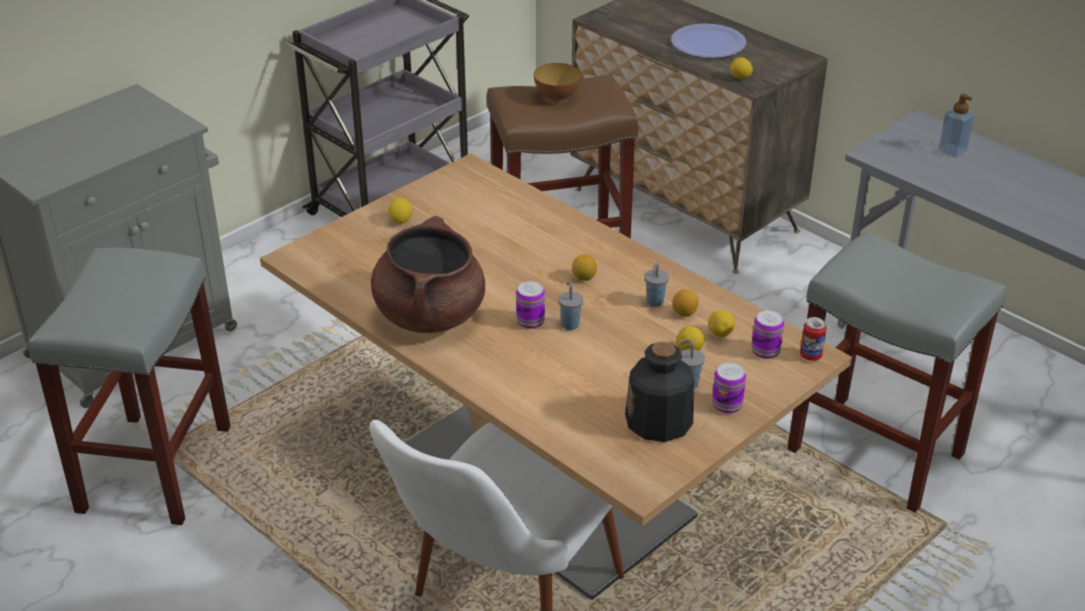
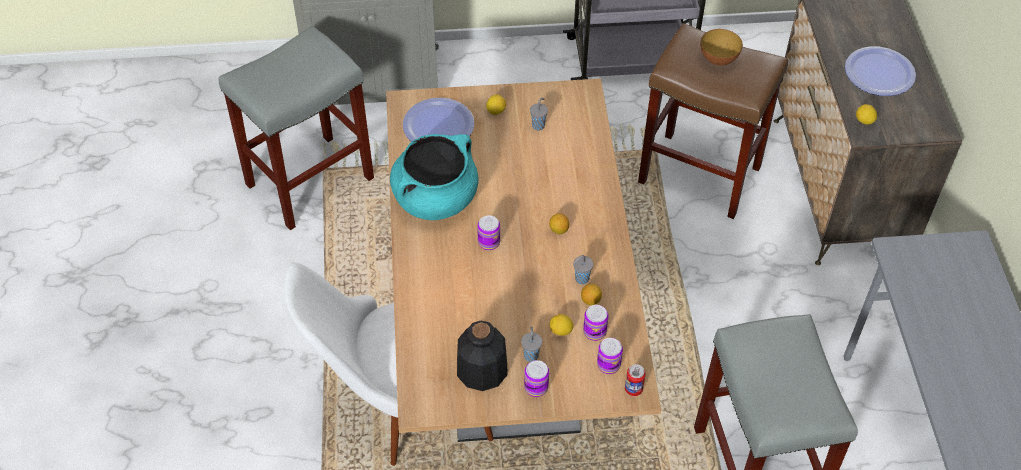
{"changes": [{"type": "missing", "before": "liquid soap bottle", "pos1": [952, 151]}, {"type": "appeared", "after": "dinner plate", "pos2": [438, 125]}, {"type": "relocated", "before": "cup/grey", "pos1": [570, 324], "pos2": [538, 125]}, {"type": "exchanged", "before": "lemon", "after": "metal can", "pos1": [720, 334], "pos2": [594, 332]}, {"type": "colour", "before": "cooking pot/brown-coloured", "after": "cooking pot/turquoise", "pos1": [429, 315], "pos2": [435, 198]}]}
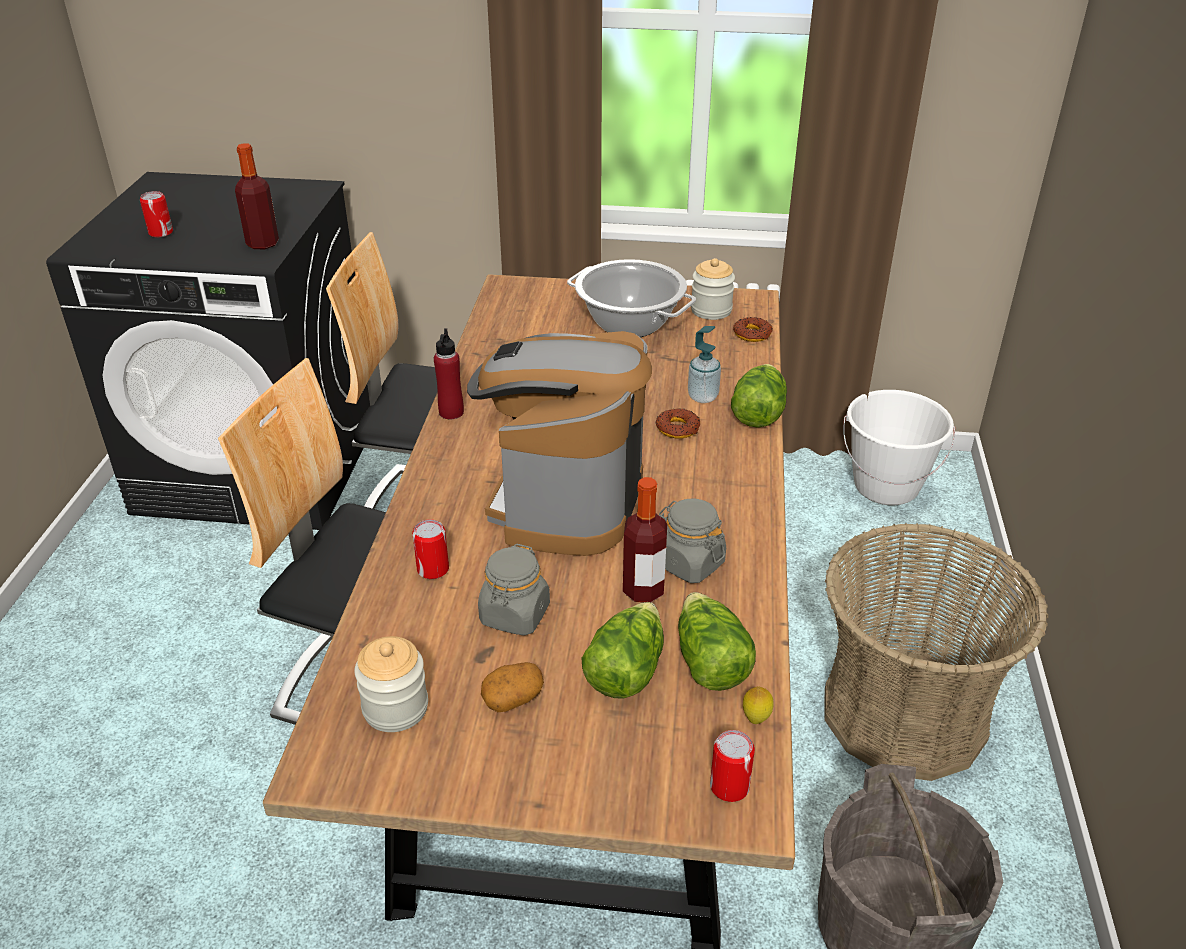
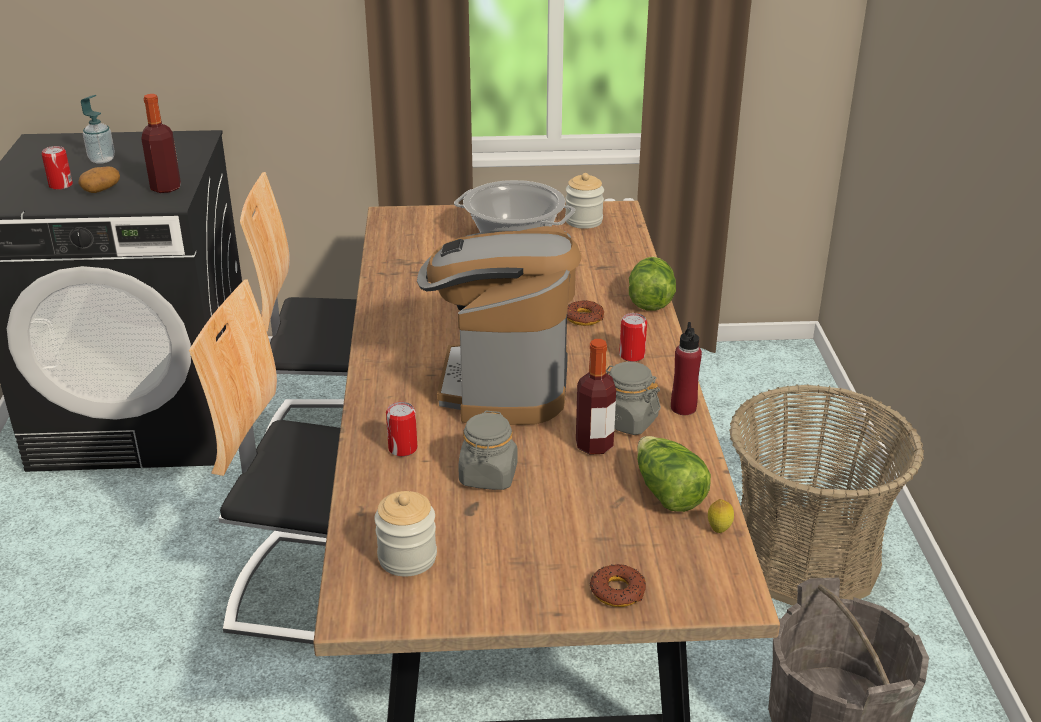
{"changes": [{"type": "missing", "before": "head of lettuce", "pos1": [625, 669]}, {"type": "missing", "before": "water bucket/white-coloured", "pos1": [886, 486]}, {"type": "relocated", "before": "drink bottle/reddish", "pos1": [451, 412], "pos2": [683, 408]}, {"type": "relocated", "before": "whole potato", "pos1": [513, 697], "pos2": [101, 189]}, {"type": "relocated", "before": "liquid soap bottle", "pos1": [702, 397], "pos2": [102, 160]}, {"type": "relocated", "before": "metal can", "pos1": [729, 787], "pos2": [632, 355]}, {"type": "relocated", "before": "doughnut", "pos1": [752, 334], "pos2": [618, 591]}]}
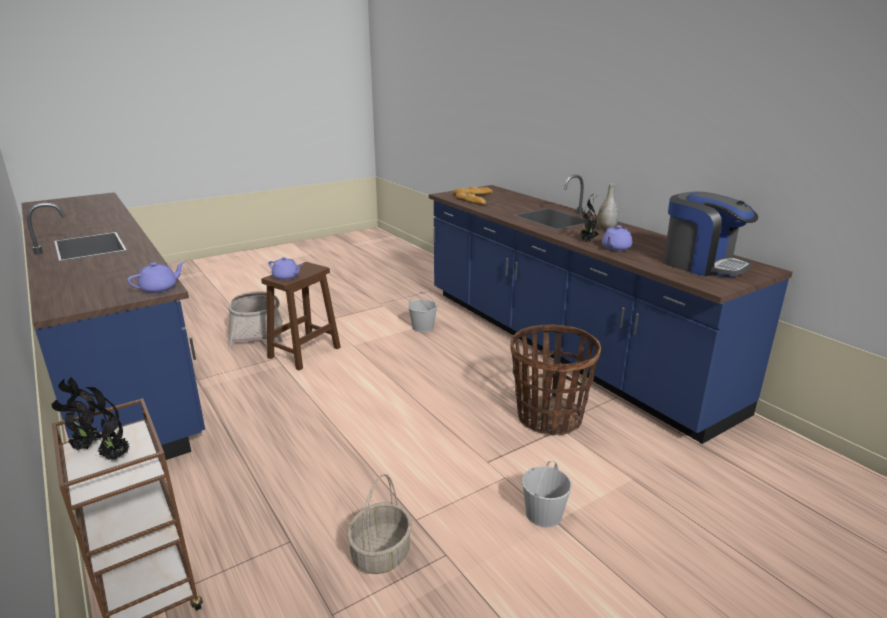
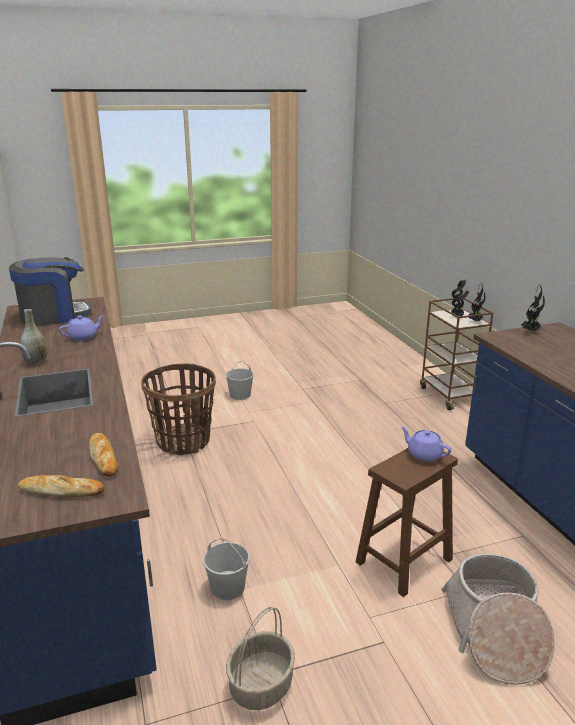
{"changes": [{"type": "missing", "before": "teapot/purplish", "pos1": [160, 288]}, {"type": "relocated", "before": "basket", "pos1": [381, 554], "pos2": [261, 685]}, {"type": "relocated", "before": "houseplant", "pos1": [587, 241], "pos2": [531, 331]}, {"type": "spun", "before": "coffee maker", "pos1": [702, 264], "pos2": [54, 316], "turn": 90}]}
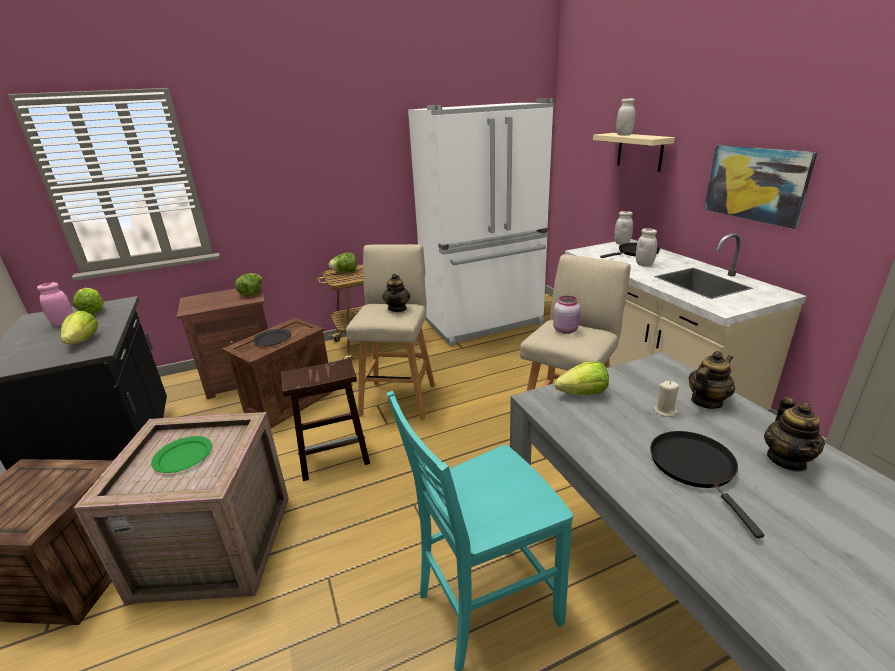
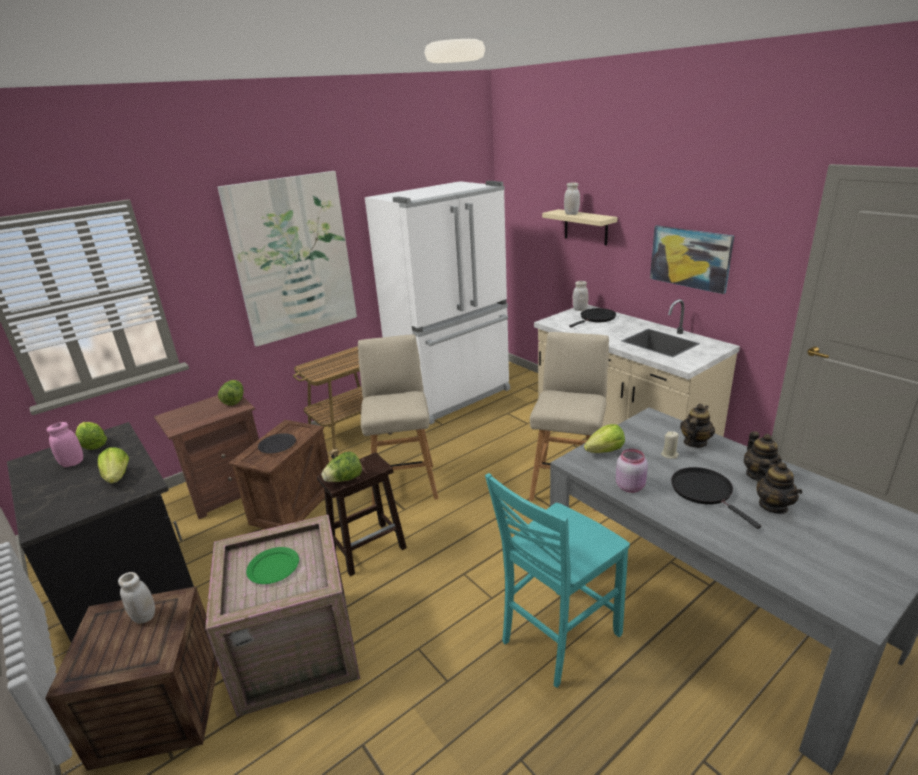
{"changes": [{"type": "appeared", "after": "wall picture", "pos2": [293, 258]}, {"type": "relocated", "before": "head of lettuce", "pos1": [345, 272], "pos2": [344, 479]}, {"type": "relocated", "before": "teapot", "pos1": [397, 308], "pos2": [773, 506]}, {"type": "relocated", "before": "jar/pink-coloured", "pos1": [566, 330], "pos2": [630, 486]}, {"type": "relocated", "before": "jar/white-coloured", "pos1": [644, 264], "pos2": [144, 616]}]}
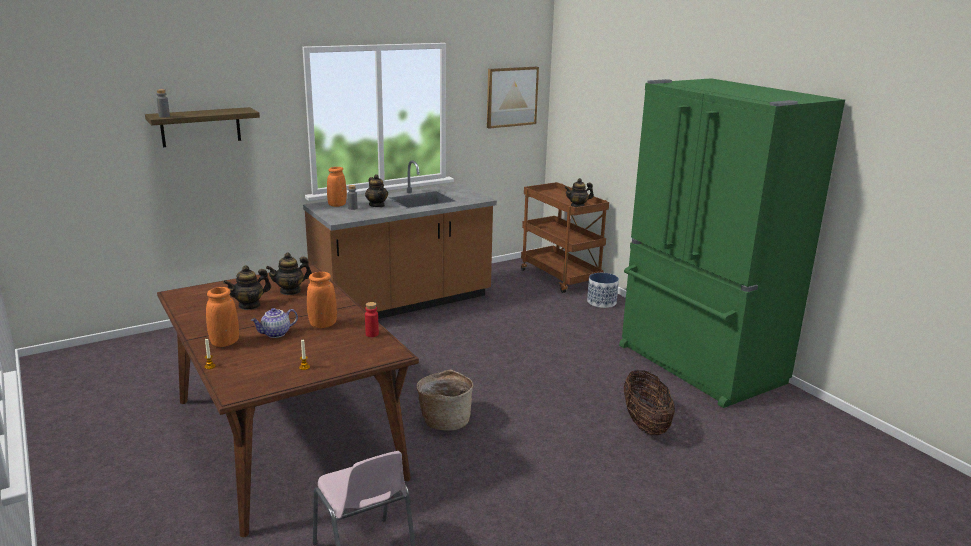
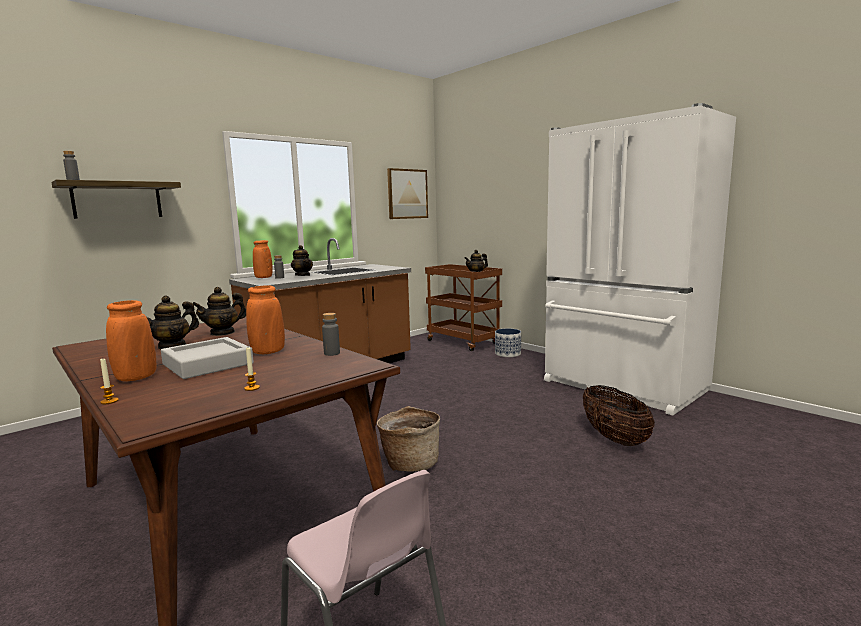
{"changes": [{"type": "exchanged", "before": "teapot", "after": "tray/grey", "pos1": [276, 334], "pos2": [208, 364]}, {"type": "colour", "before": "drink bottle/reddish", "after": "drink bottle/grey", "pos1": [372, 334], "pos2": [332, 353]}, {"type": "colour", "before": "refrigerator/greenish", "after": "refrigerator/white-coloured", "pos1": [698, 365], "pos2": [622, 387]}]}
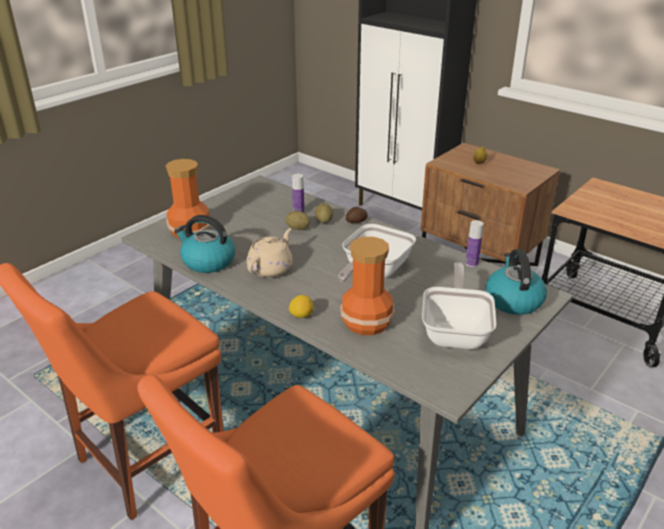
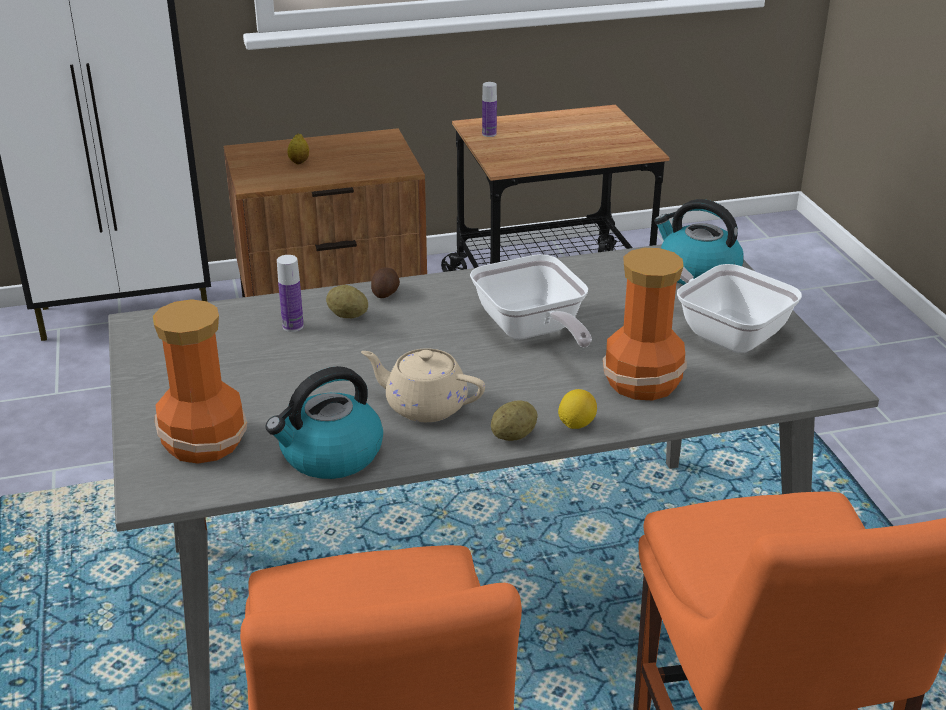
{"changes": [{"type": "relocated", "before": "whole potato", "pos1": [298, 228], "pos2": [513, 436]}, {"type": "relocated", "before": "drink bottle", "pos1": [471, 263], "pos2": [489, 134]}, {"type": "spun", "before": "teapot/beige", "pos1": [271, 268], "pos2": [424, 406], "turn": -45}]}
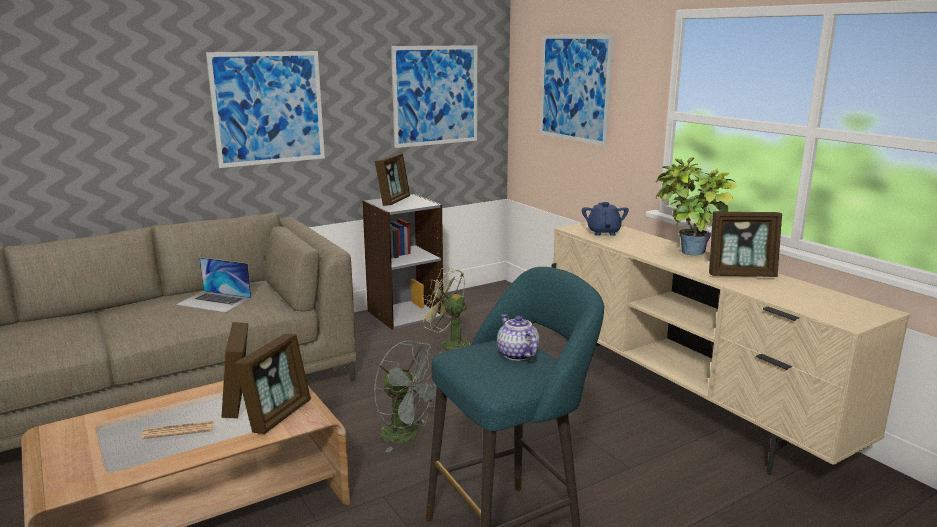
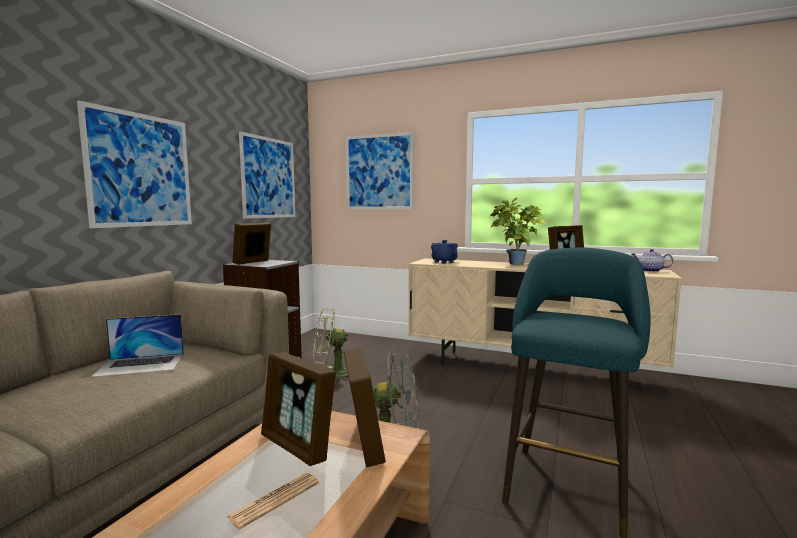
{"changes": [{"type": "relocated", "before": "teapot", "pos1": [516, 354], "pos2": [650, 271]}, {"type": "spun", "before": "picture frame", "pos1": [393, 201], "pos2": [253, 262], "turn": -135}]}
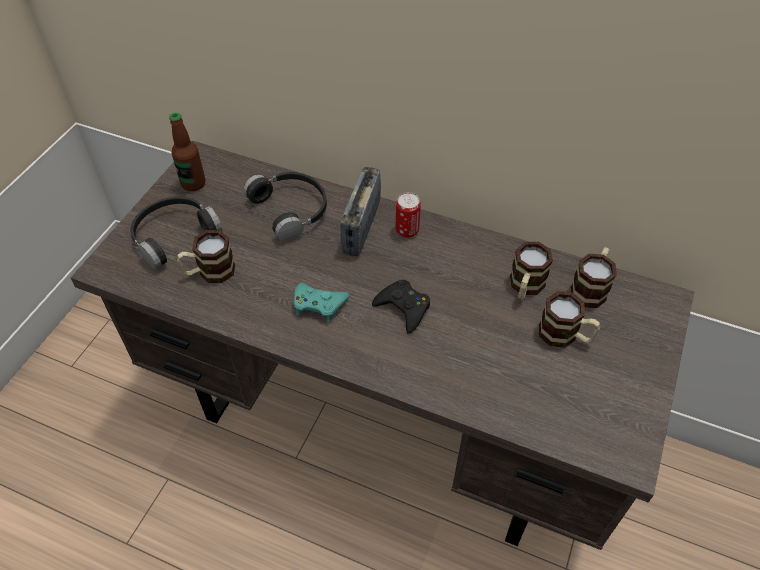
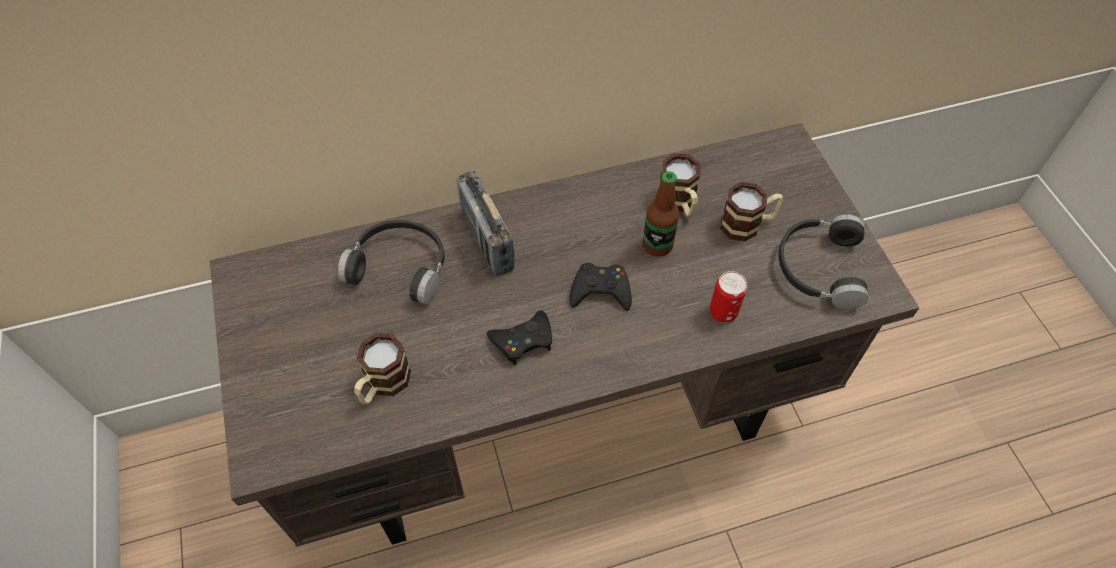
{"changes": [{"type": "missing", "before": "mug", "pos1": [590, 288]}, {"type": "relocated", "before": "headphones/blackish", "pos1": [173, 235], "pos2": [817, 267]}, {"type": "relocated", "before": "drink bottle", "pos1": [193, 183], "pos2": [657, 245]}, {"type": "relocated", "before": "metal can", "pos1": [407, 230], "pos2": [723, 312]}, {"type": "colour", "before": "gamepad/turquoise", "after": "gamepad/blackish", "pos1": [319, 304], "pos2": [523, 340]}]}
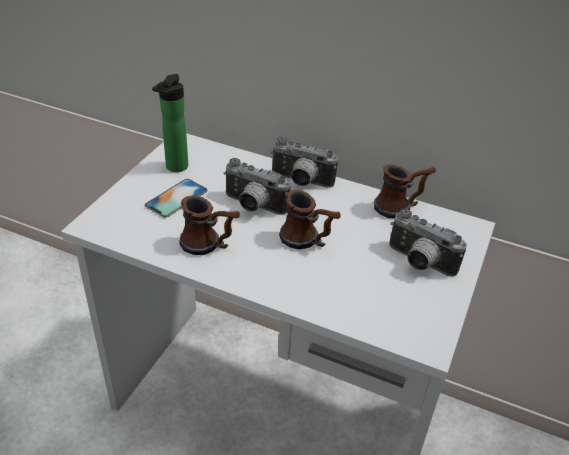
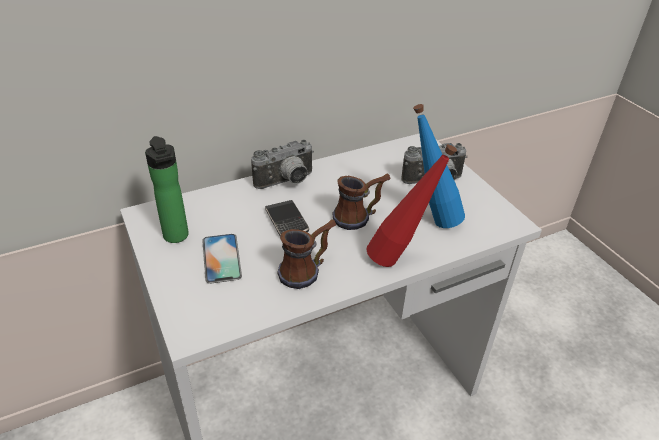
{"changes": [{"type": "missing", "before": "mug", "pos1": [400, 207]}, {"type": "appeared", "after": "drink bottle/reddish", "pos2": [400, 259]}, {"type": "appeared", "after": "drink bottle/blue-coloured", "pos2": [430, 219]}, {"type": "exchanged", "before": "still camera", "after": "handset", "pos1": [252, 206], "pos2": [286, 222]}]}
